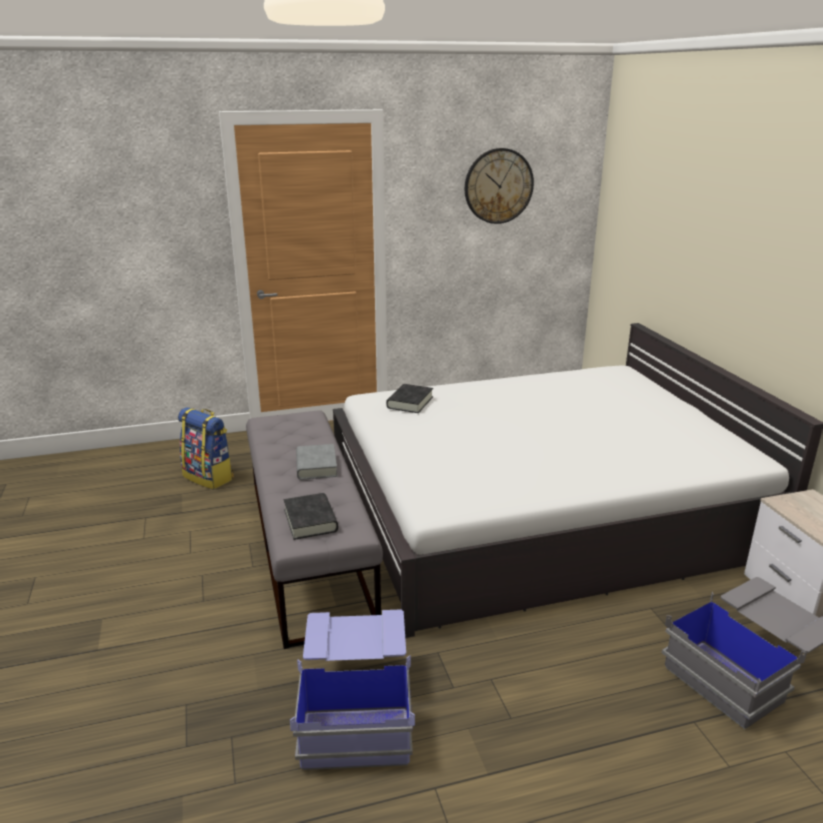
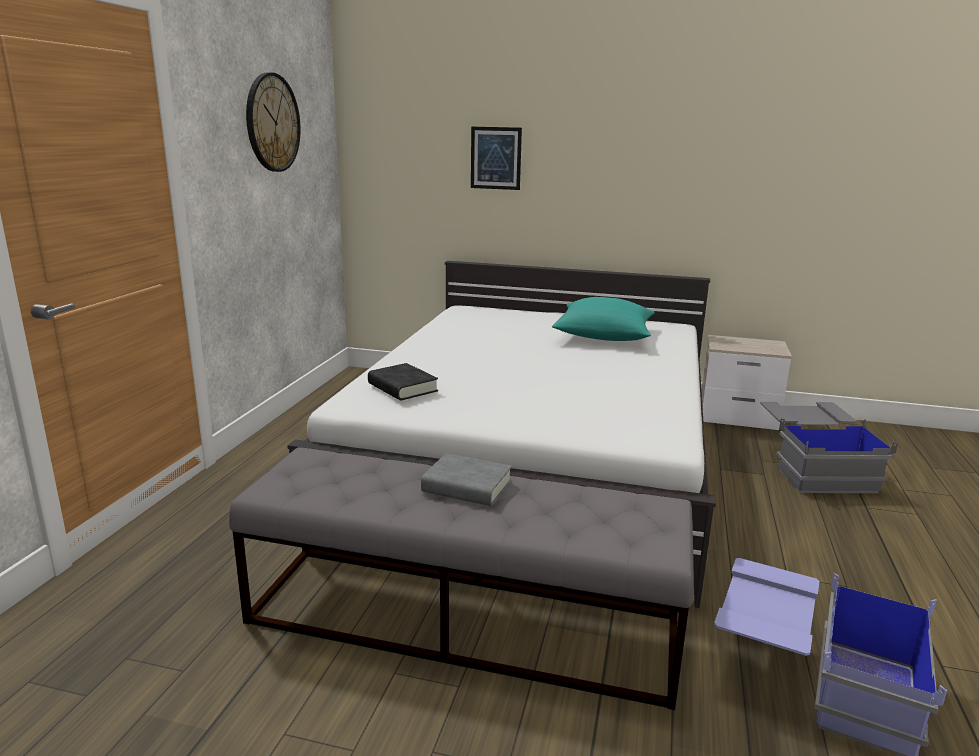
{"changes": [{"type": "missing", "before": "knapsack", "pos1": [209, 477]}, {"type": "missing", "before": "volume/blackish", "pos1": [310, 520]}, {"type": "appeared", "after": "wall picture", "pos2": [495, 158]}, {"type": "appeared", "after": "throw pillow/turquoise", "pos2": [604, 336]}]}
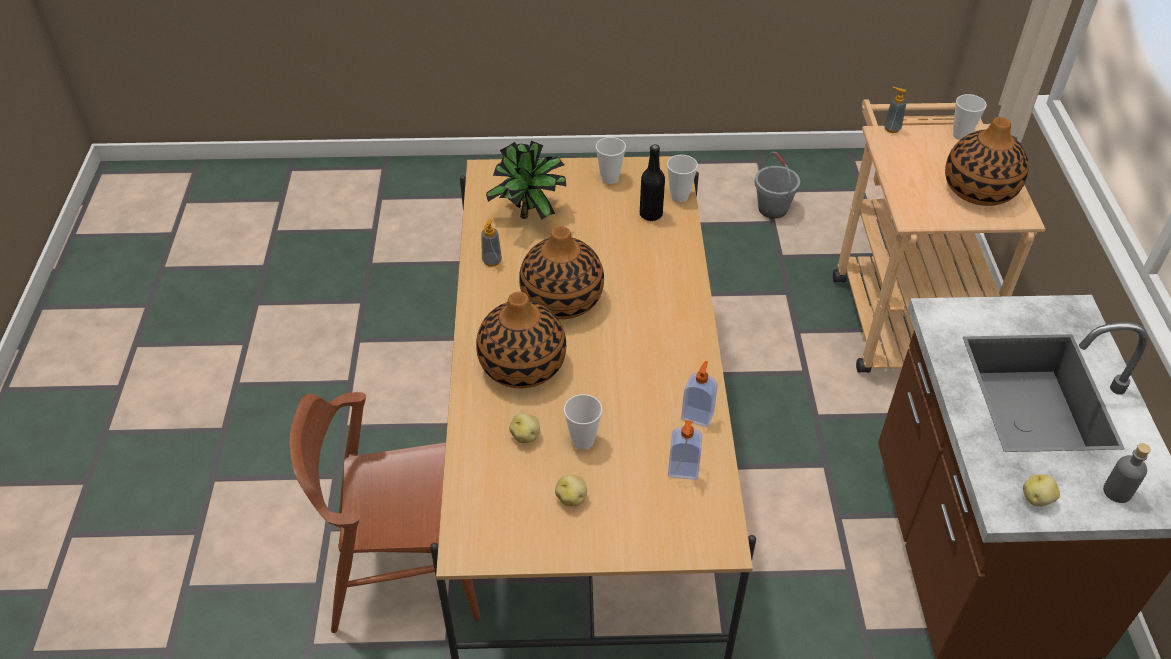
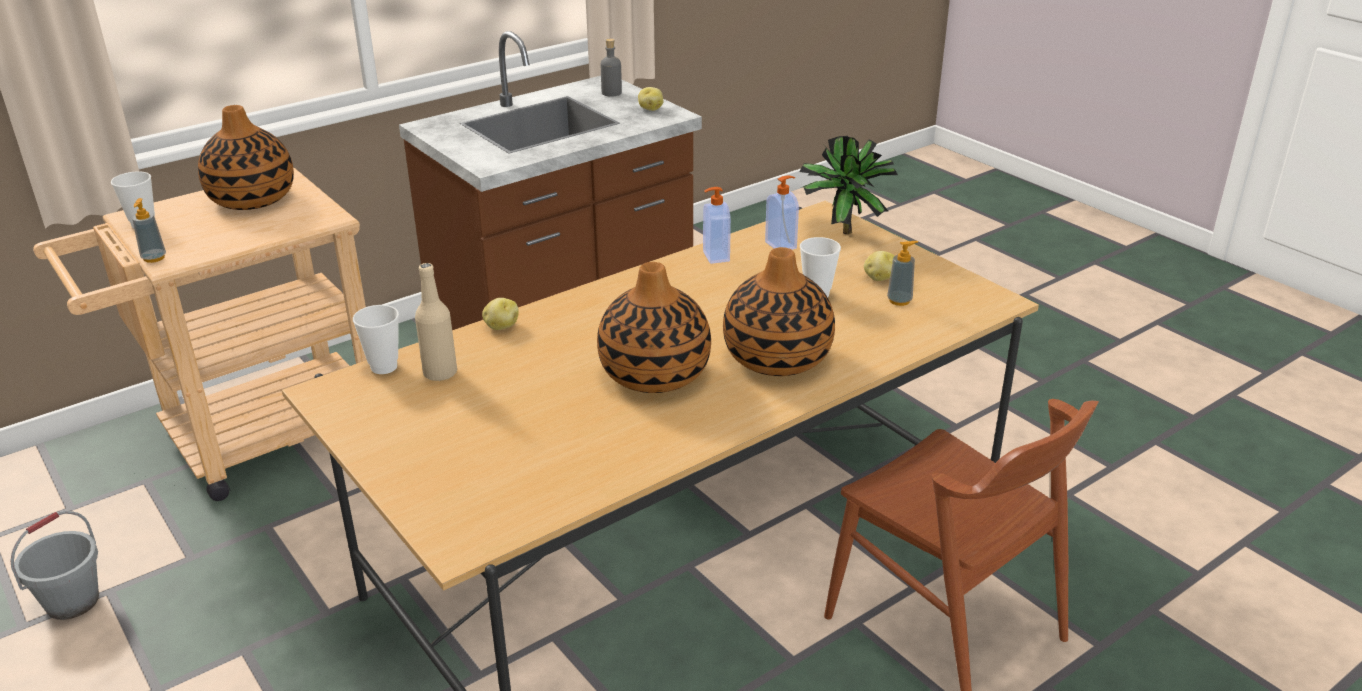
{"changes": [{"type": "missing", "before": "cup", "pos1": [610, 178]}, {"type": "relocated", "before": "liquid soap bottle", "pos1": [492, 261], "pos2": [899, 300]}, {"type": "relocated", "before": "houseplant", "pos1": [530, 216], "pos2": [841, 230]}, {"type": "relocated", "before": "whole potato", "pos1": [525, 435], "pos2": [501, 326]}, {"type": "colour", "before": "drink bottle/blackish", "after": "drink bottle/beige", "pos1": [651, 214], "pos2": [440, 373]}]}
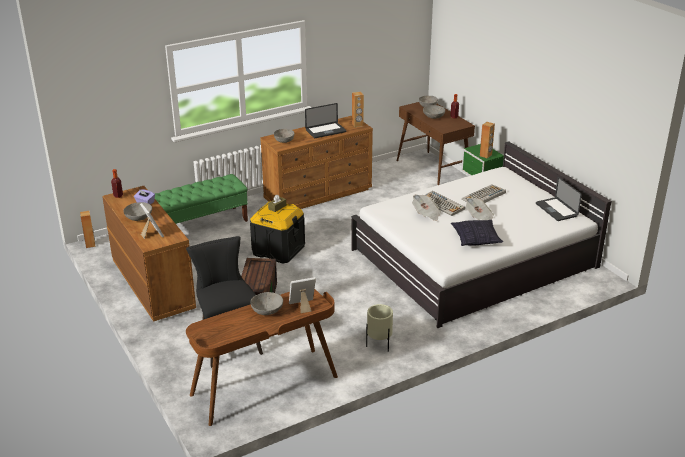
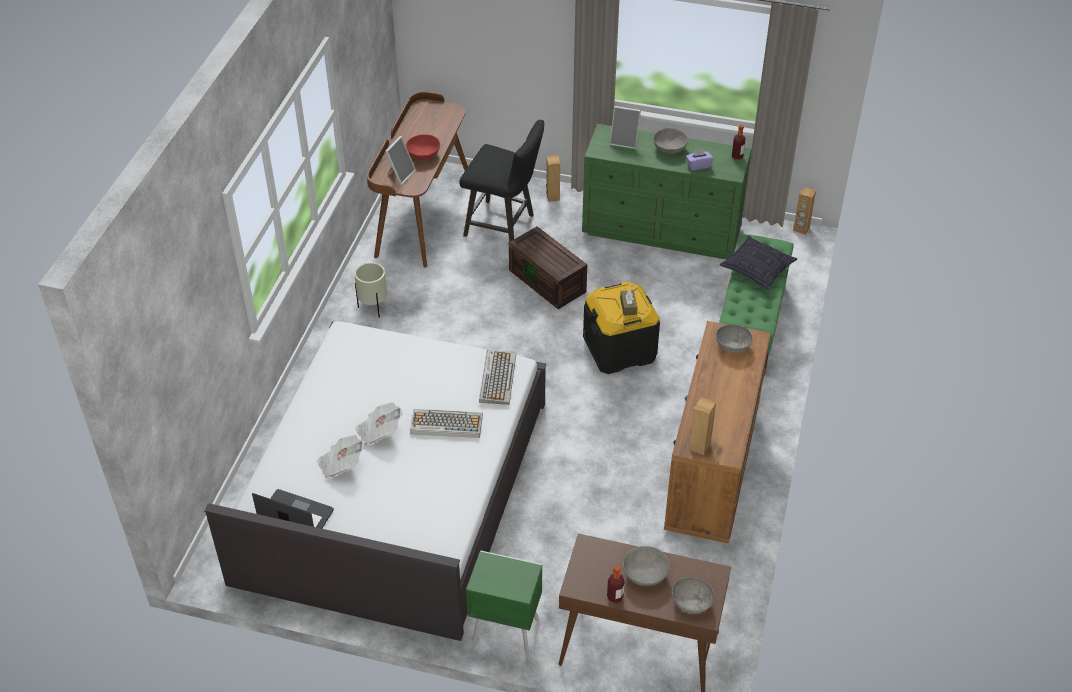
{"changes": [{"type": "missing", "before": "notebook computer", "pos1": [326, 131]}, {"type": "relocated", "before": "newspaper", "pos1": [426, 214], "pos2": [341, 464]}, {"type": "relocated", "before": "throw pillow", "pos1": [476, 239], "pos2": [756, 269]}, {"type": "relocated", "before": "keyboard", "pos1": [483, 196], "pos2": [497, 378]}, {"type": "relocated", "before": "loudspeaker/brown-coloured", "pos1": [485, 155], "pos2": [552, 197]}, {"type": "colour", "before": "dresser/brown-coloured", "after": "dresser/greenish", "pos1": [153, 285], "pos2": [662, 231]}, {"type": "colour", "before": "serving bowl/grey", "after": "serving bowl/reddish", "pos1": [267, 310], "pos2": [423, 154]}]}
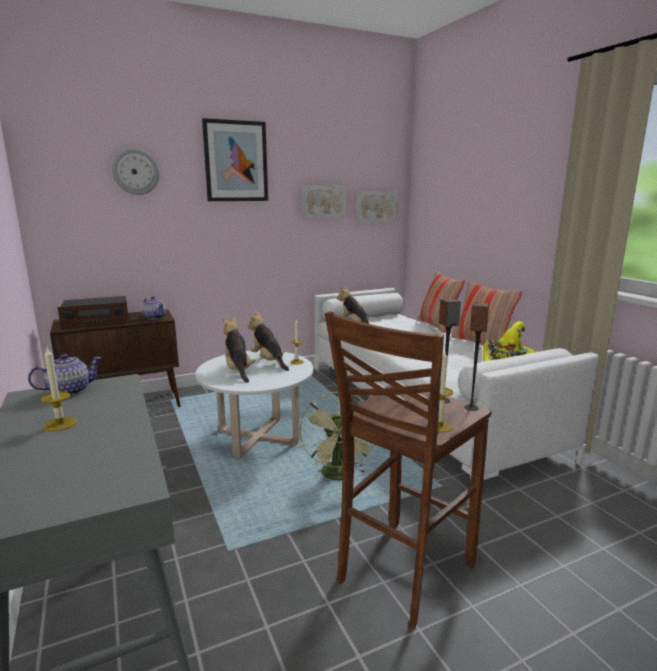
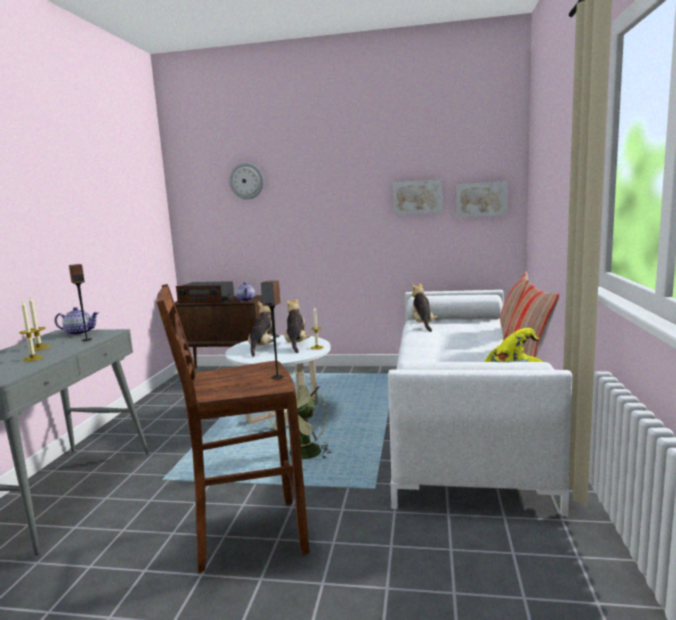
{"changes": [{"type": "missing", "before": "wall picture", "pos1": [236, 161]}, {"type": "relocated", "before": "wax light", "pos1": [439, 426], "pos2": [33, 358]}, {"type": "relocated", "before": "loudspeaker", "pos1": [471, 407], "pos2": [86, 340]}]}
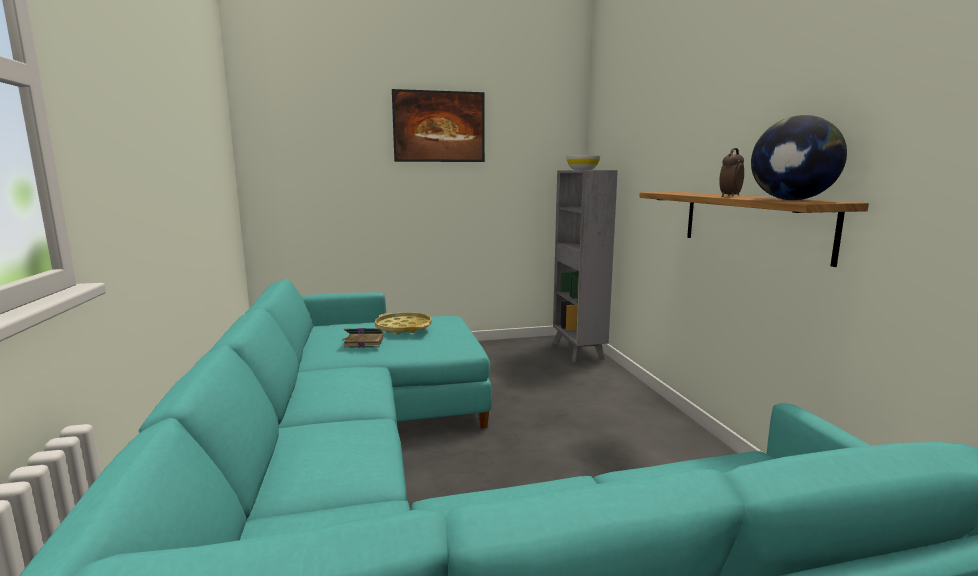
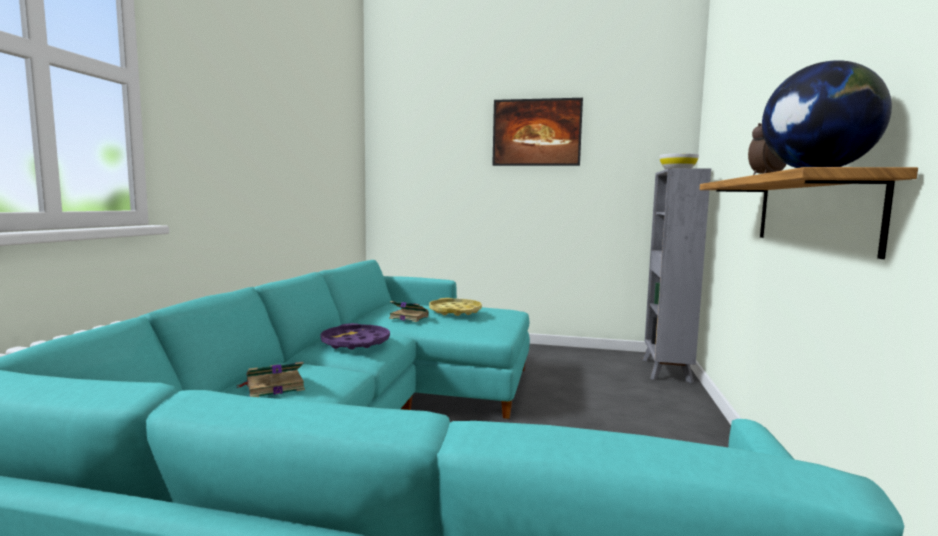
{"changes": [{"type": "appeared", "after": "volume", "pos2": [273, 387]}, {"type": "appeared", "after": "tray/purplish", "pos2": [355, 343]}]}
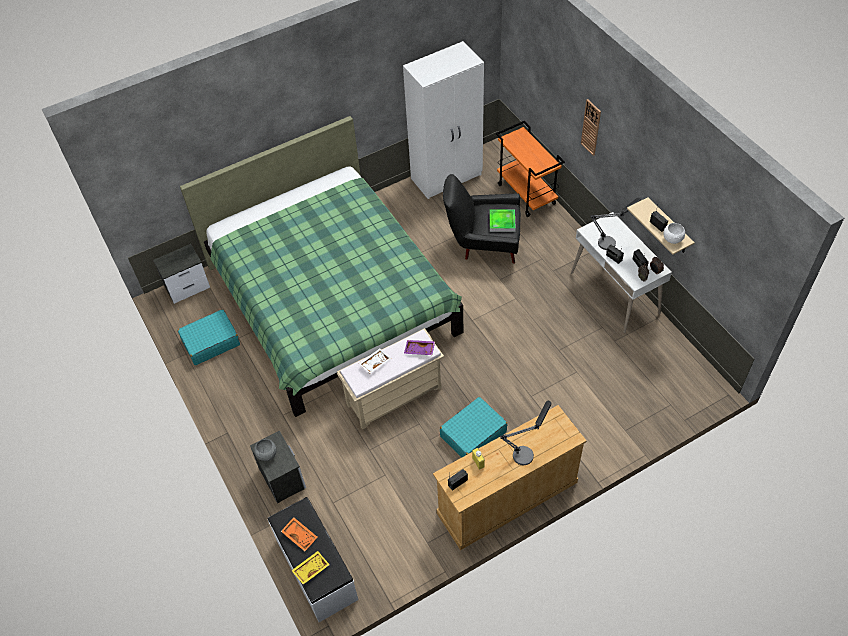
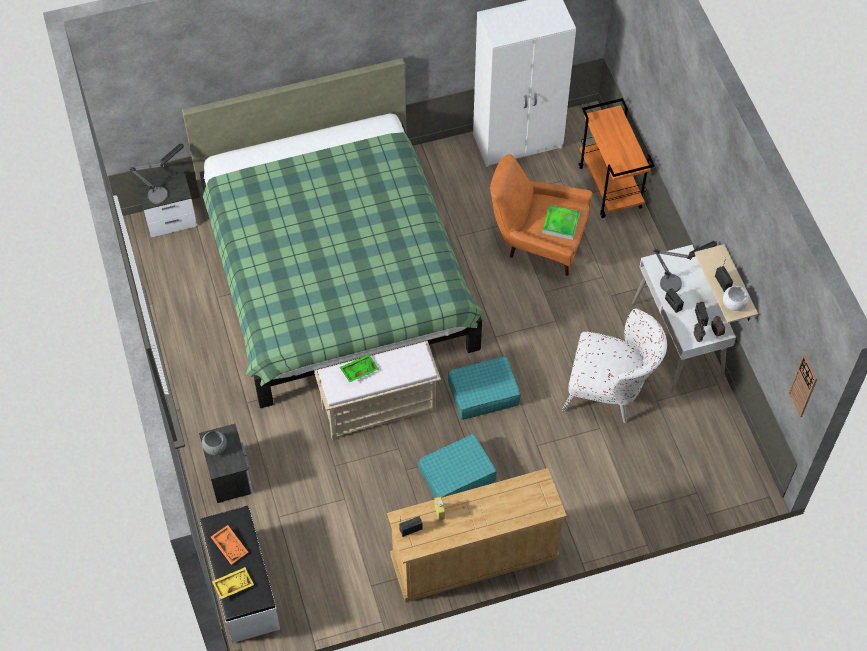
{"changes": [{"type": "missing", "before": "tray/purplish", "pos1": [419, 350]}, {"type": "appeared", "after": "easy chair/white-coloured", "pos2": [610, 391]}, {"type": "relocated", "before": "suitcase/turquoise", "pos1": [210, 342], "pos2": [483, 393]}, {"type": "relocated", "before": "table lamp", "pos1": [526, 451], "pos2": [163, 192]}, {"type": "relocated", "before": "hanging clock", "pos1": [591, 127], "pos2": [803, 385]}, {"type": "colour", "before": "tray/white-coloured", "after": "tray/greenish", "pos1": [374, 363], "pos2": [359, 370]}, {"type": "colour", "before": "easy chair/blackish", "after": "easy chair/orangey", "pos1": [484, 244], "pos2": [538, 242]}]}
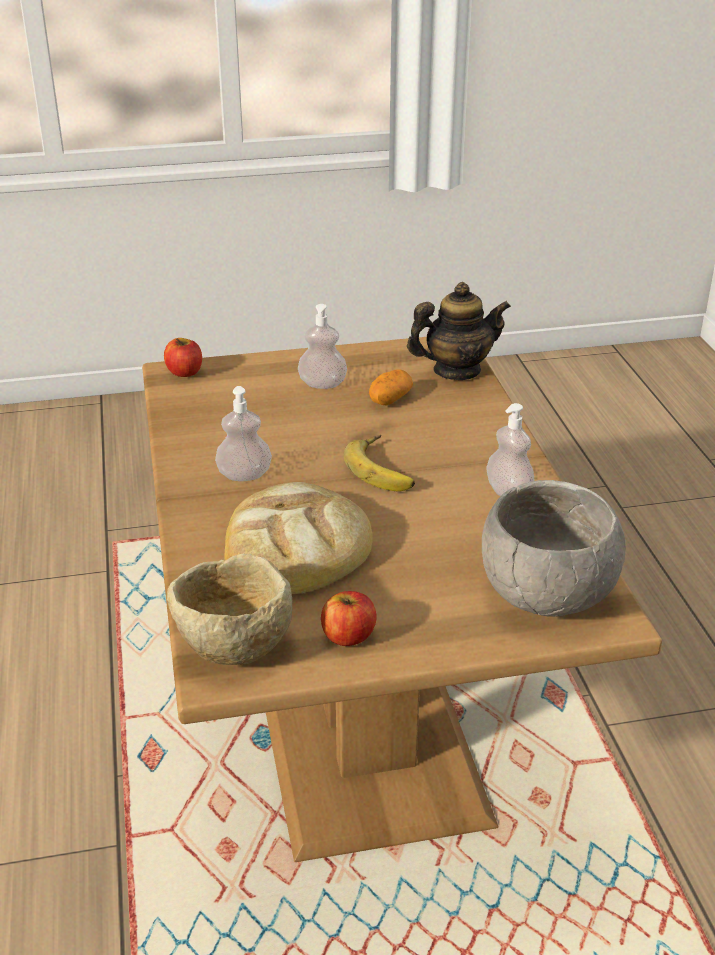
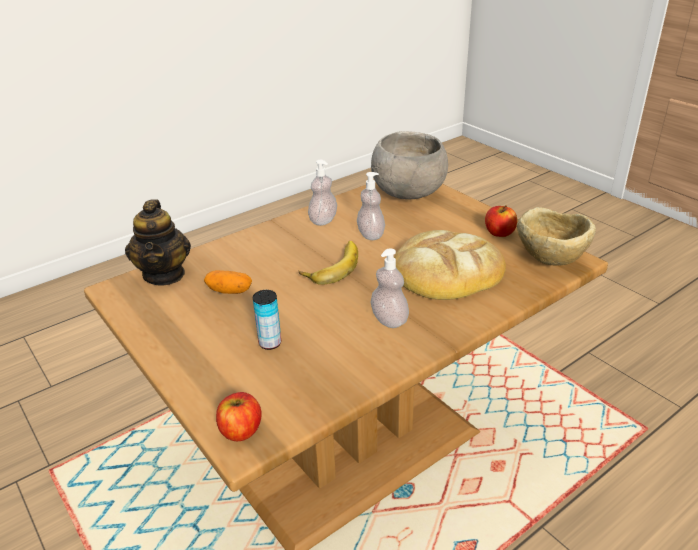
{"changes": [{"type": "appeared", "after": "metal can", "pos2": [270, 343]}, {"type": "relocated", "before": "liquid soap bottle", "pos1": [322, 384], "pos2": [370, 235]}, {"type": "spun", "before": "teapot", "pos1": [456, 370], "pos2": [164, 274], "turn": -150}]}
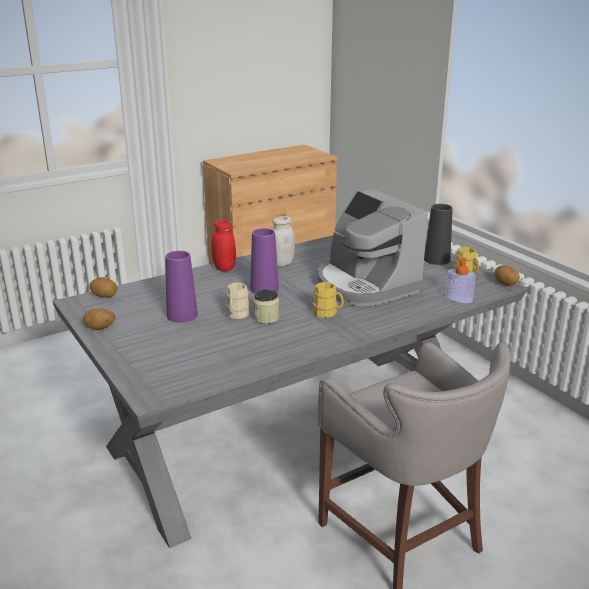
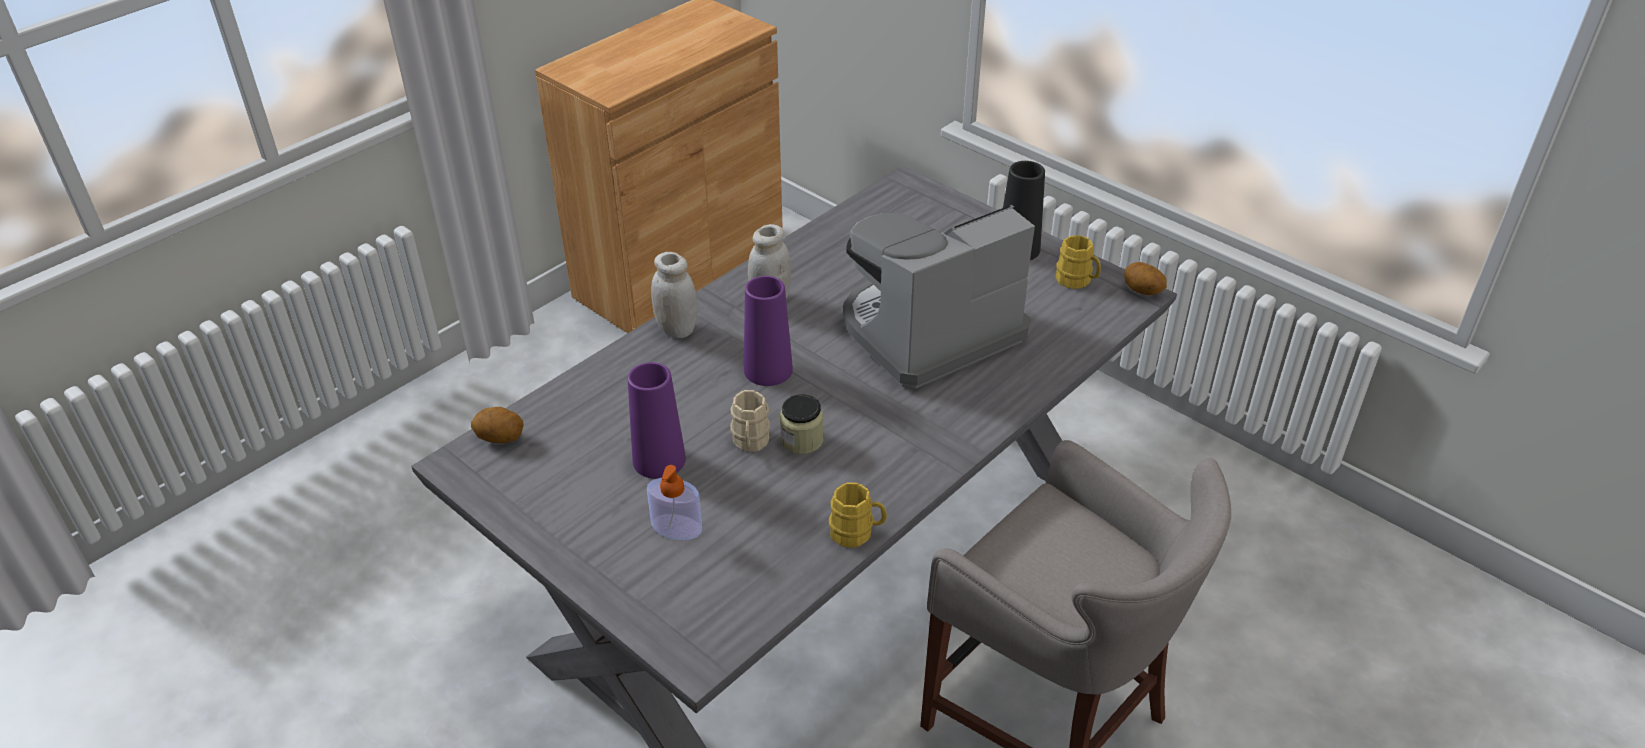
{"changes": [{"type": "missing", "before": "whole potato", "pos1": [100, 328]}, {"type": "relocated", "before": "mug/yellowish", "pos1": [328, 313], "pos2": [857, 533]}, {"type": "relocated", "before": "liquid soap bottle", "pos1": [458, 298], "pos2": [676, 527]}, {"type": "colour", "before": "jar/reddish", "after": "jar/white-coloured", "pos1": [224, 268], "pos2": [677, 329]}, {"type": "spun", "before": "coffee maker", "pos1": [365, 285], "pos2": [928, 331], "turn": 105}]}
